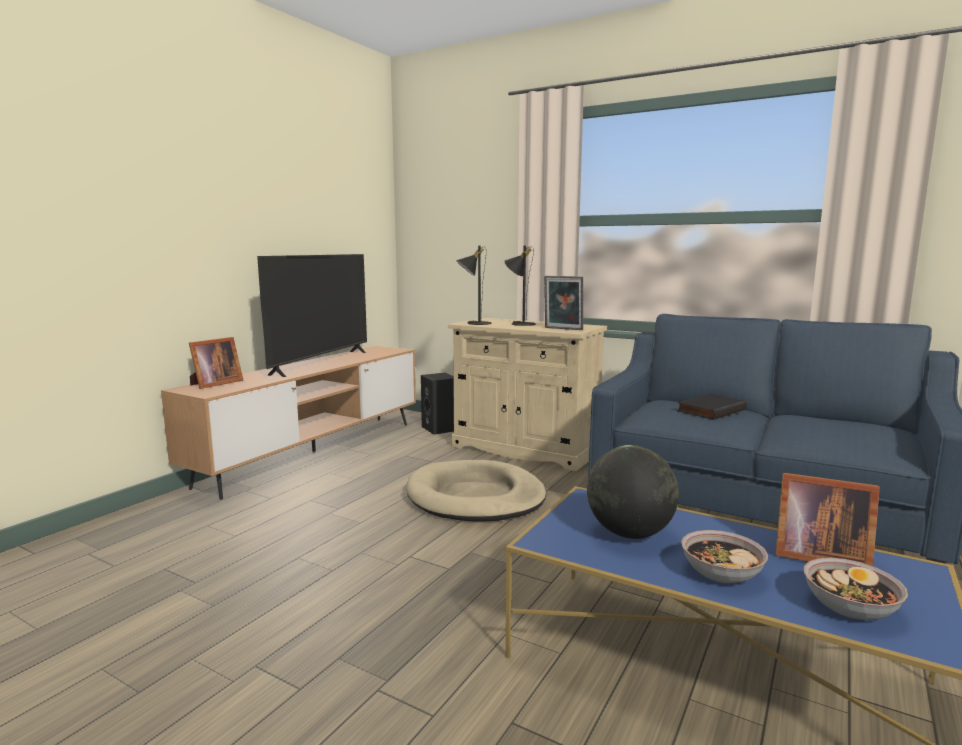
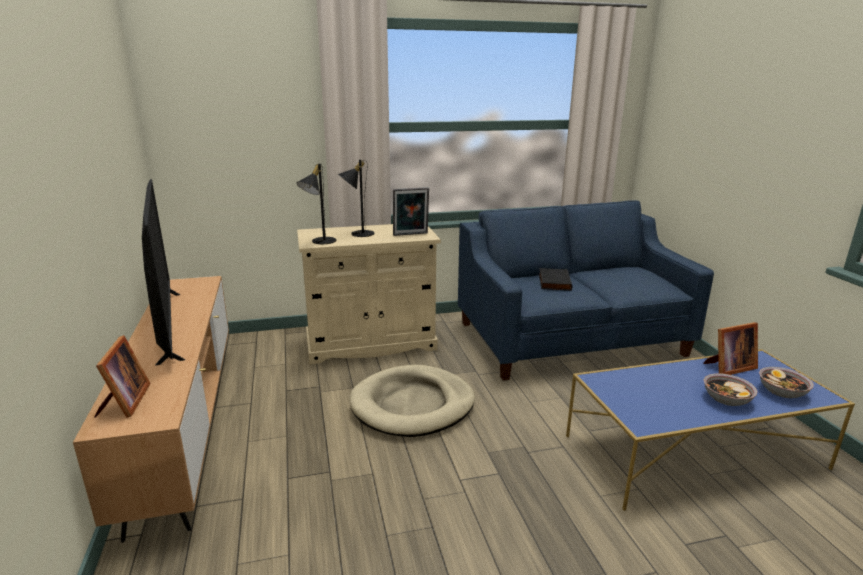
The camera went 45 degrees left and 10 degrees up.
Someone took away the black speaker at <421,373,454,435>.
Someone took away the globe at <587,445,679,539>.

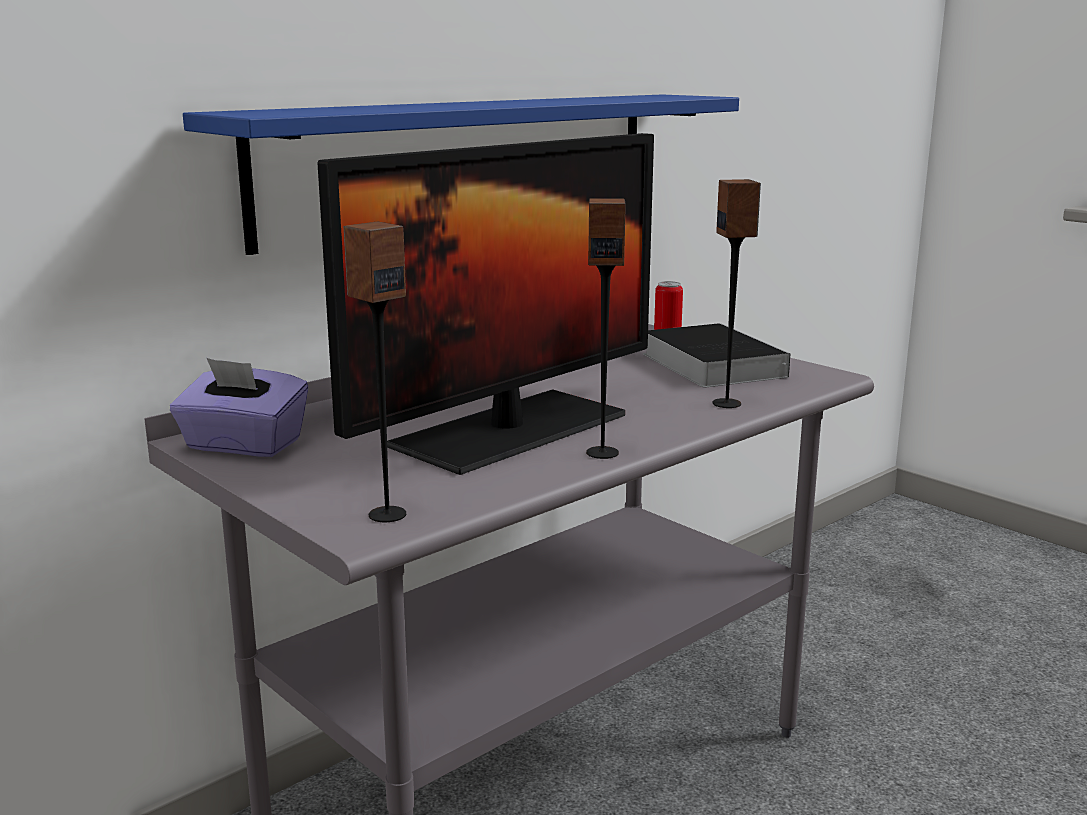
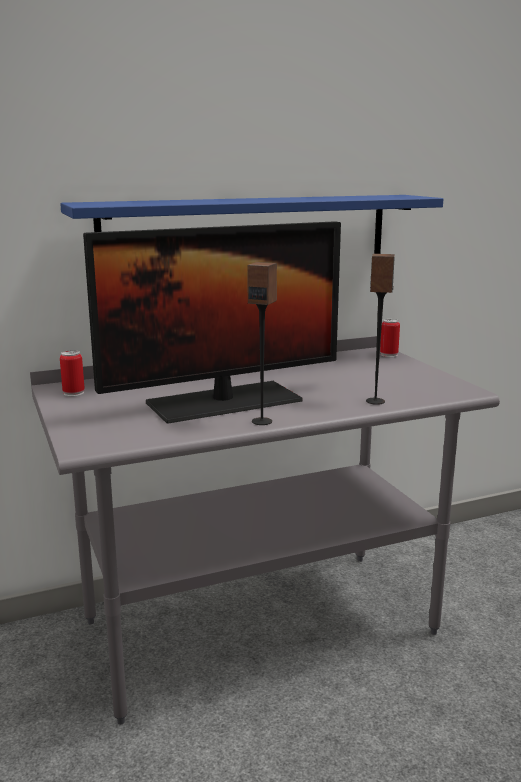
The camera went 20 degrees right and 0 degrees up.
Someone swapped the purple tissue box at <170,358,308,457> for the can at <60,350,85,397>.
Someone took away the speaker at <344,222,406,522>.
Someone took away the book at <643,323,790,388>.

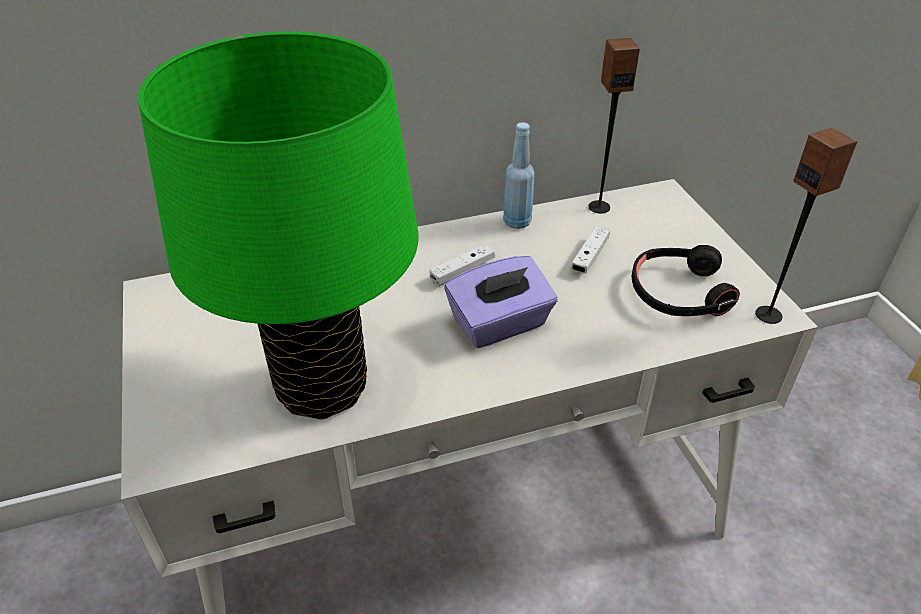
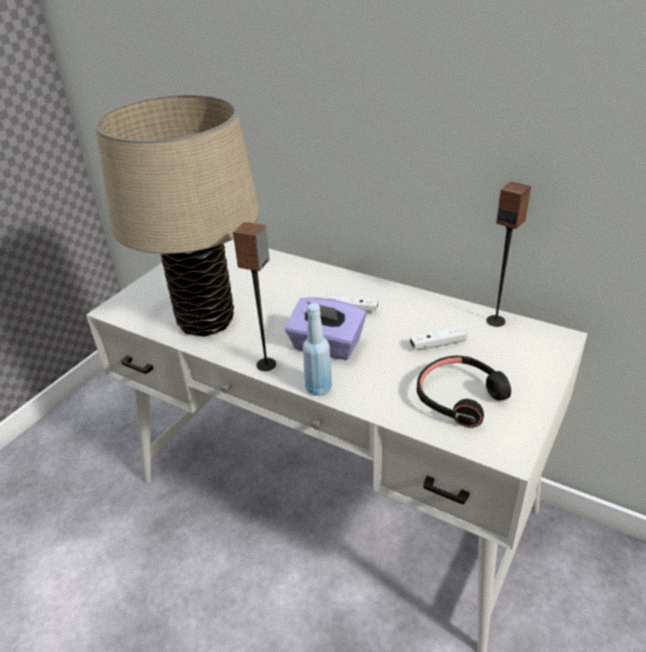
The camera went 50 degrees right and 5 degrees down.
Someone repainted the green table lamp at <138,31,418,419>, which became the beige table lamp at <95,94,259,337>.
Someone carried the blue bottle from <503,122,535,229> to <303,303,332,396>.
Someone carried the speaker from <755,128,858,324> to <233,222,276,371>.

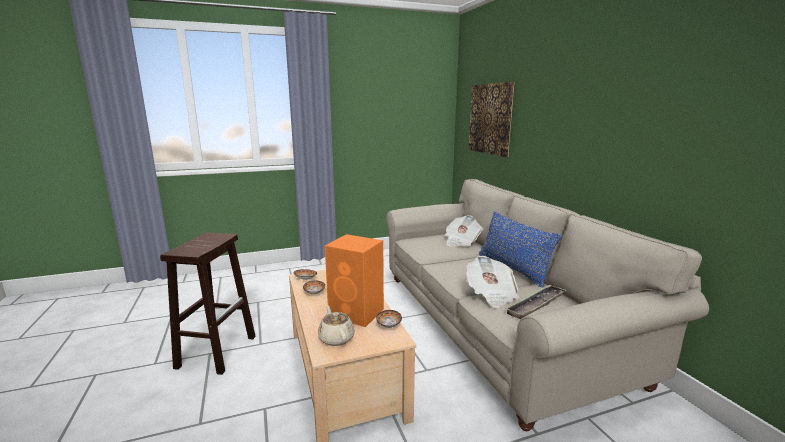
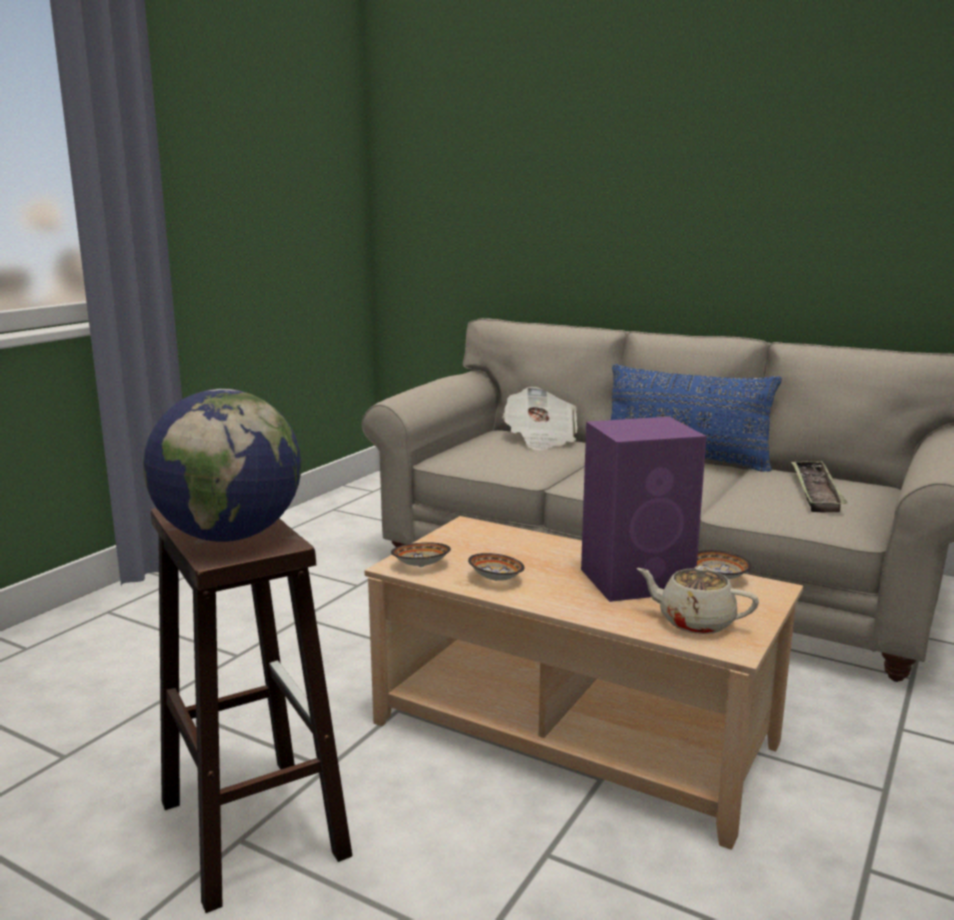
The camera went 40 degrees left and 0 degrees up.
Someone repainted the orange speaker at <325,234,384,327>, which became the purple speaker at <581,417,707,602>.
Someone took away the newspaper at <466,256,519,308>.
Someone took away the picture at <469,82,515,157>.
Someone put down the globe at <143,389,301,542>.

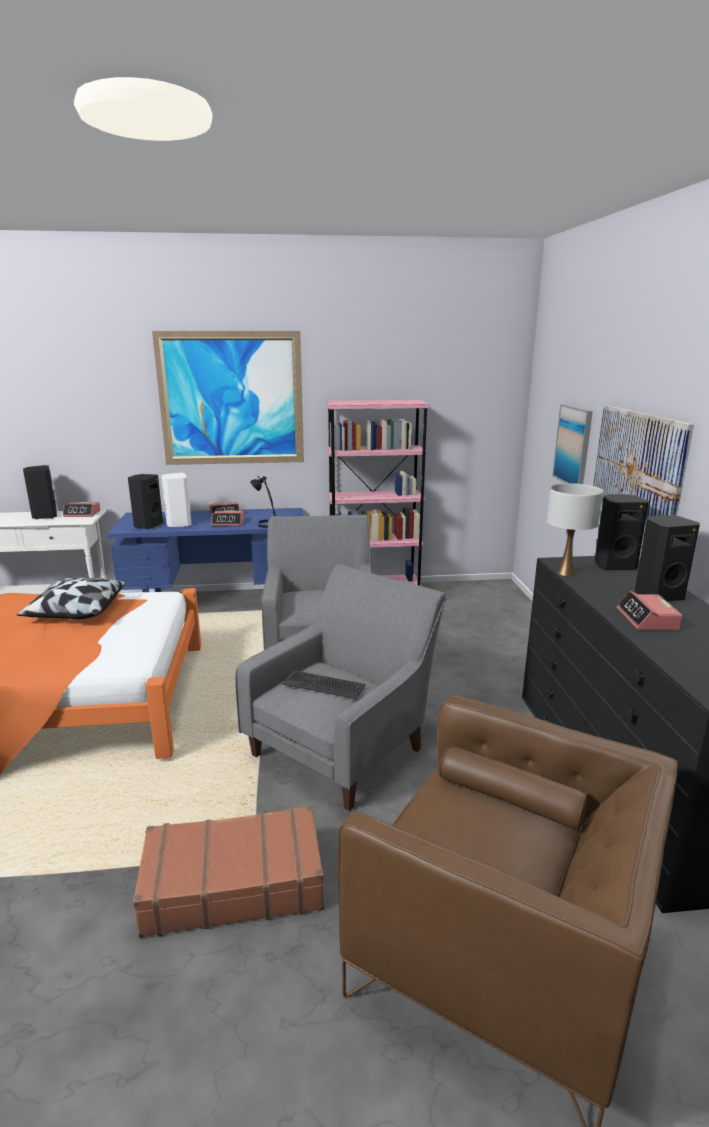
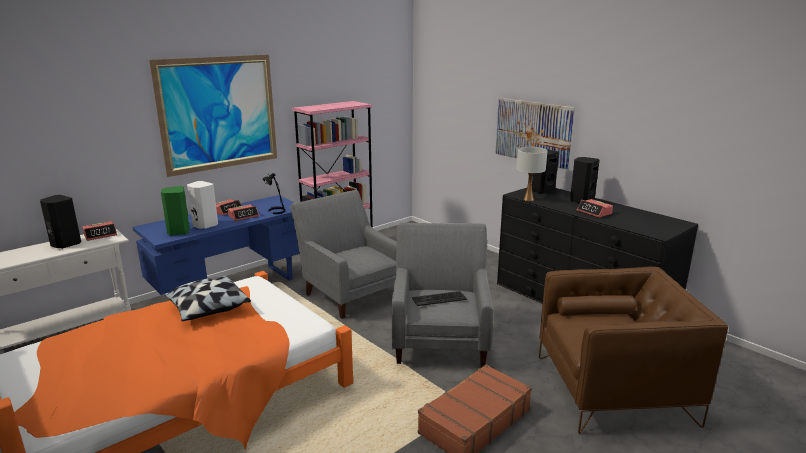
The camera went 35 degrees left and 0 degrees up.
Someone repainted the black speaker at <128,474,163,529>, which became the green speaker at <161,186,189,235>.
Someone took away the picture at <552,404,593,484>.

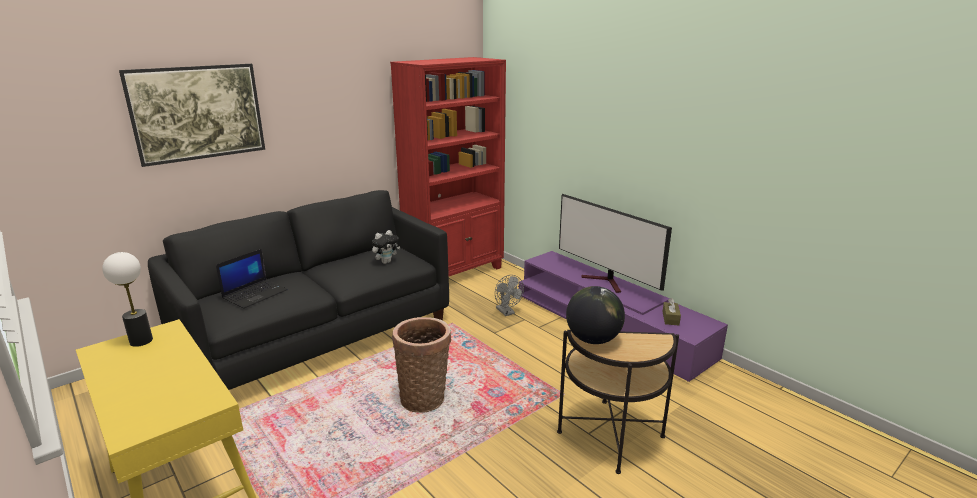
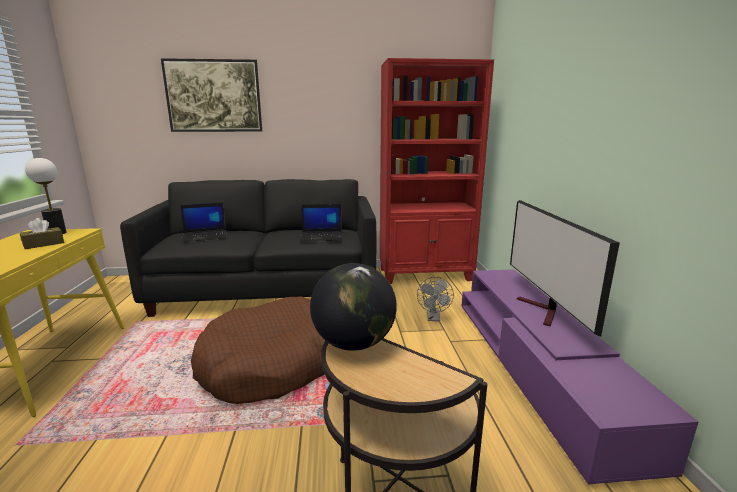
The camera went 35 degrees right and 5 degrees down.
Someone swapped the plush toy at <372,230,400,264> for the laptop at <300,204,342,242>.
Someone swapped the basket at <392,317,451,413> for the brown dog bed at <191,296,325,404>.
Someone carried the brown tissue box from <663,298,681,326> to <20,218,64,249>.

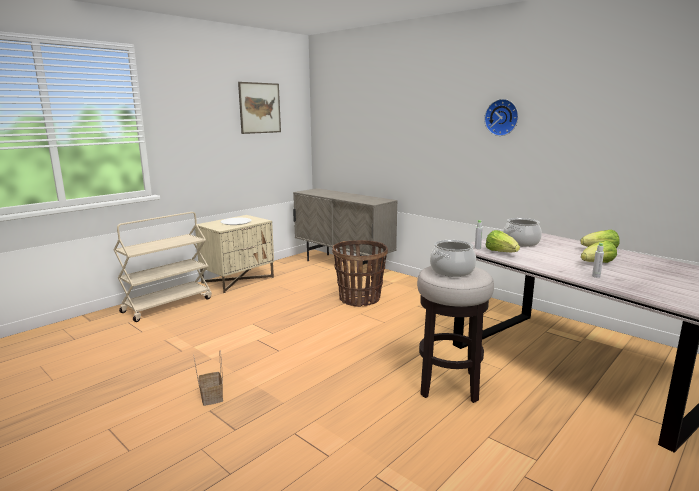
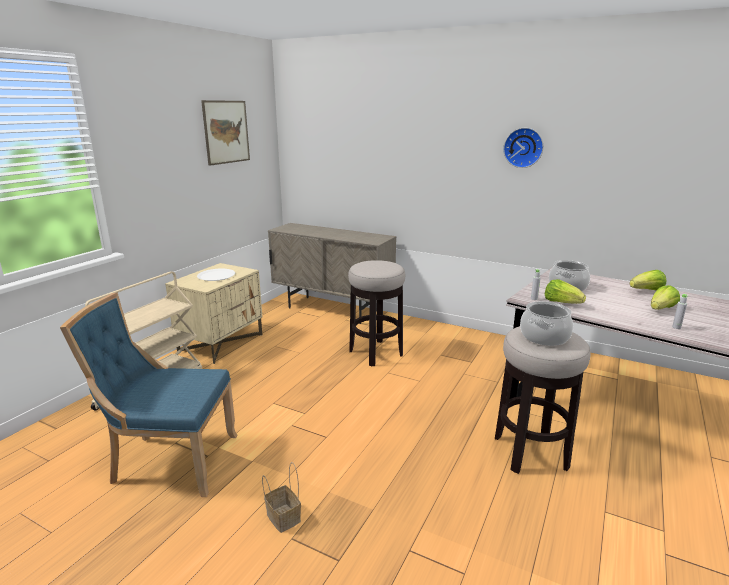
The camera went 15 degrees left and 5 degrees up.
Someone swapped the basket at <332,240,388,307> for the stool at <348,260,405,366>.
Someone put down the blue chair at <60,293,237,497>.

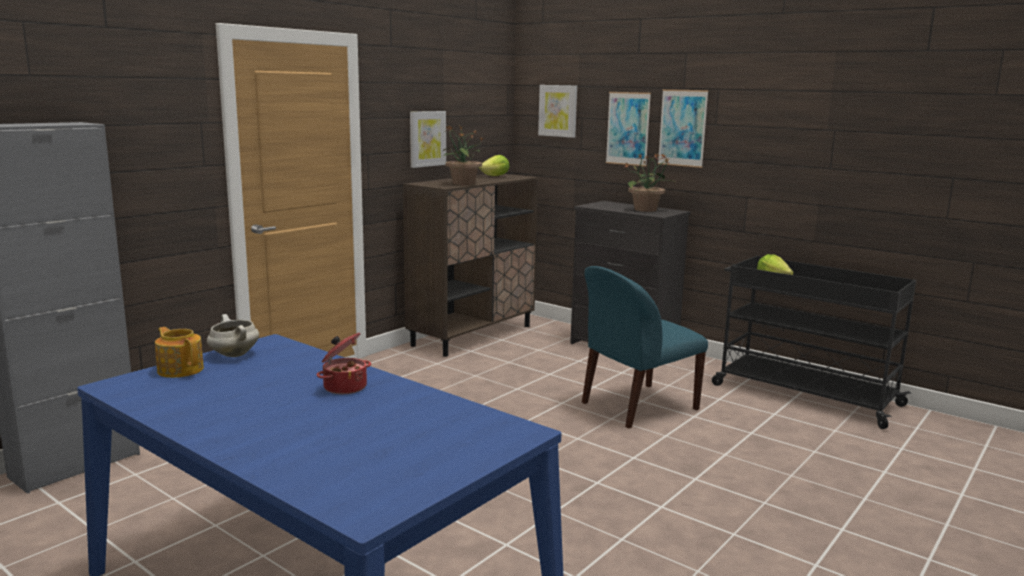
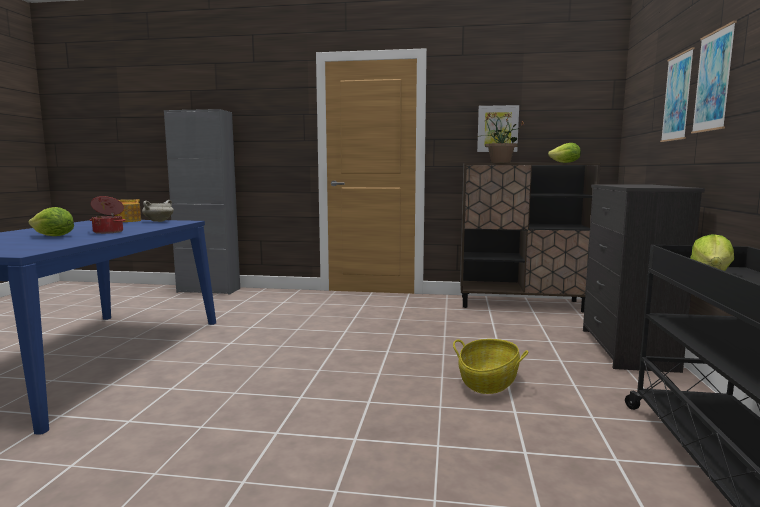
The camera went 60 degrees right and 5 degrees down.
Someone took away the picture at <538,85,577,138>.
Someone swapped the blue chair at <582,266,708,429> for the basket at <453,339,528,394>.
Someone took away the potted plant at <624,154,675,212>.
Someone put down the lettuce at <28,207,74,236>.

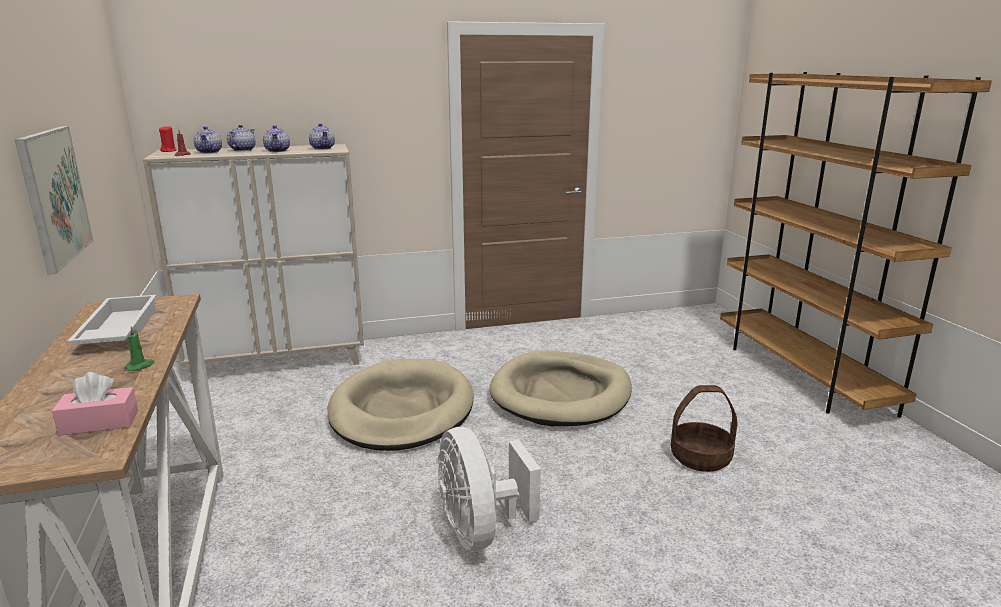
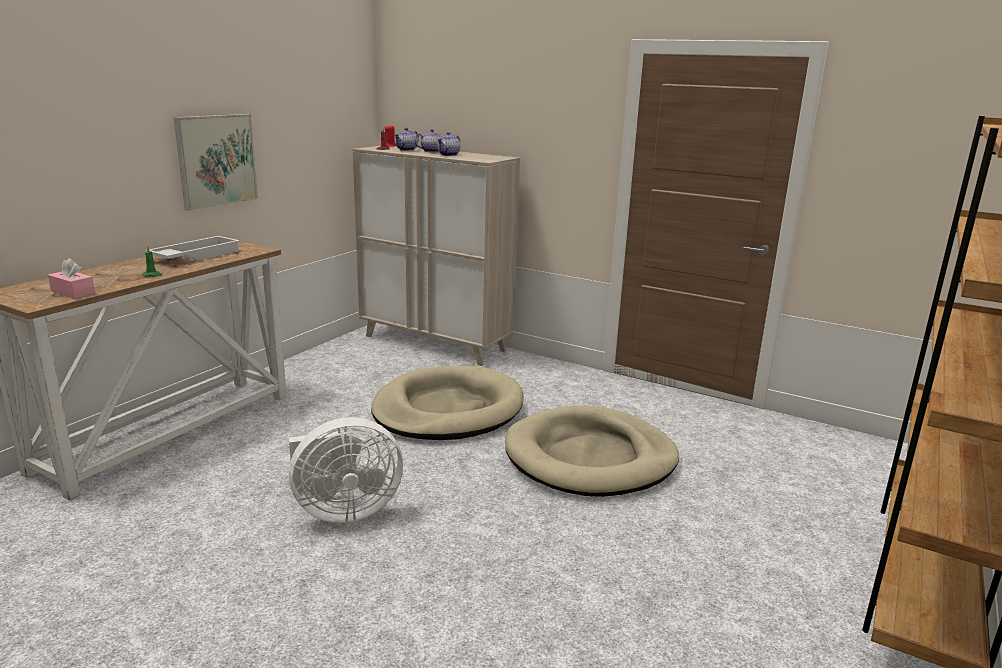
The camera went 45 degrees right and 0 degrees up.
Someone took away the teapot at <309,123,335,150>.
Someone rotated the white fan at <437,427,541,551> by 135 degrees counterclockwise.
Someone took away the basket at <670,385,738,472>.

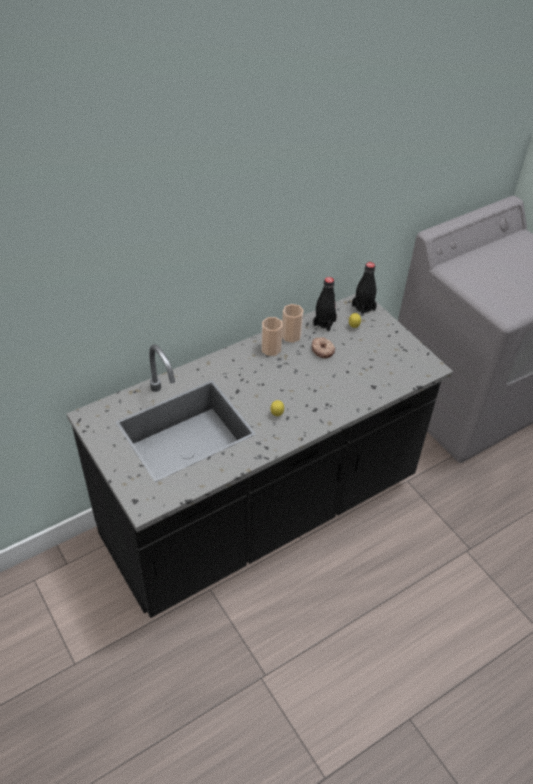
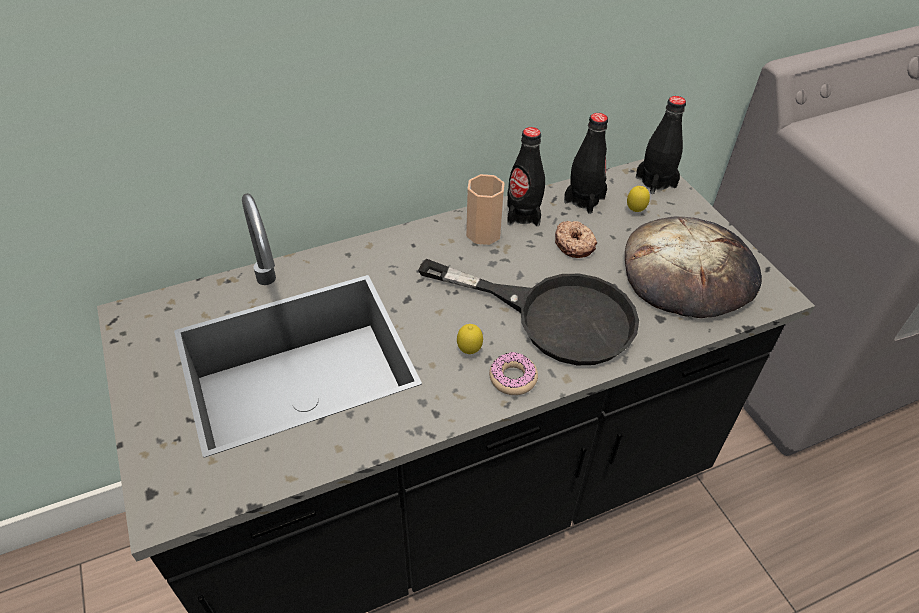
The camera went 10 degrees right and 0 degrees up.
Someone swapped the cup at <282,304,304,343> for the black bottle at <507,127,545,226>.
Someone put down the black frying pan at <418,259,639,365>.
Someone put down the donut at <489,352,538,395>.
Someone put down the bread at <625,216,762,318>.

